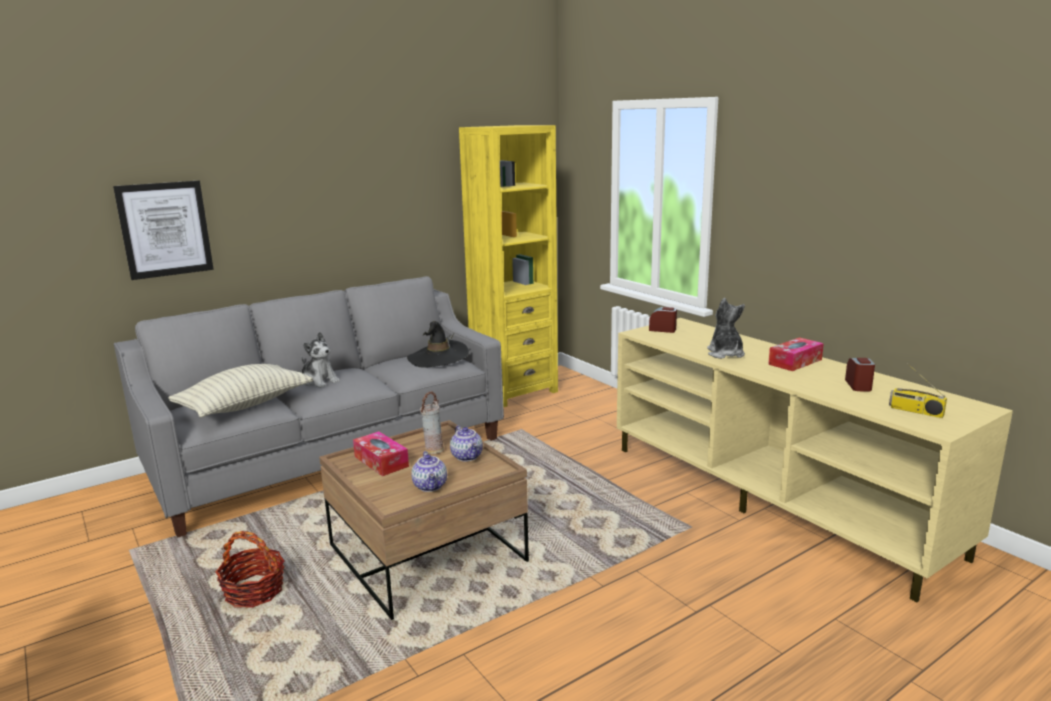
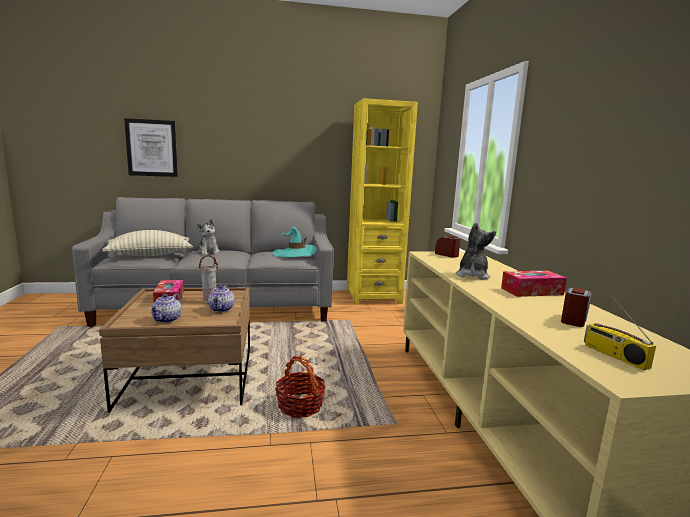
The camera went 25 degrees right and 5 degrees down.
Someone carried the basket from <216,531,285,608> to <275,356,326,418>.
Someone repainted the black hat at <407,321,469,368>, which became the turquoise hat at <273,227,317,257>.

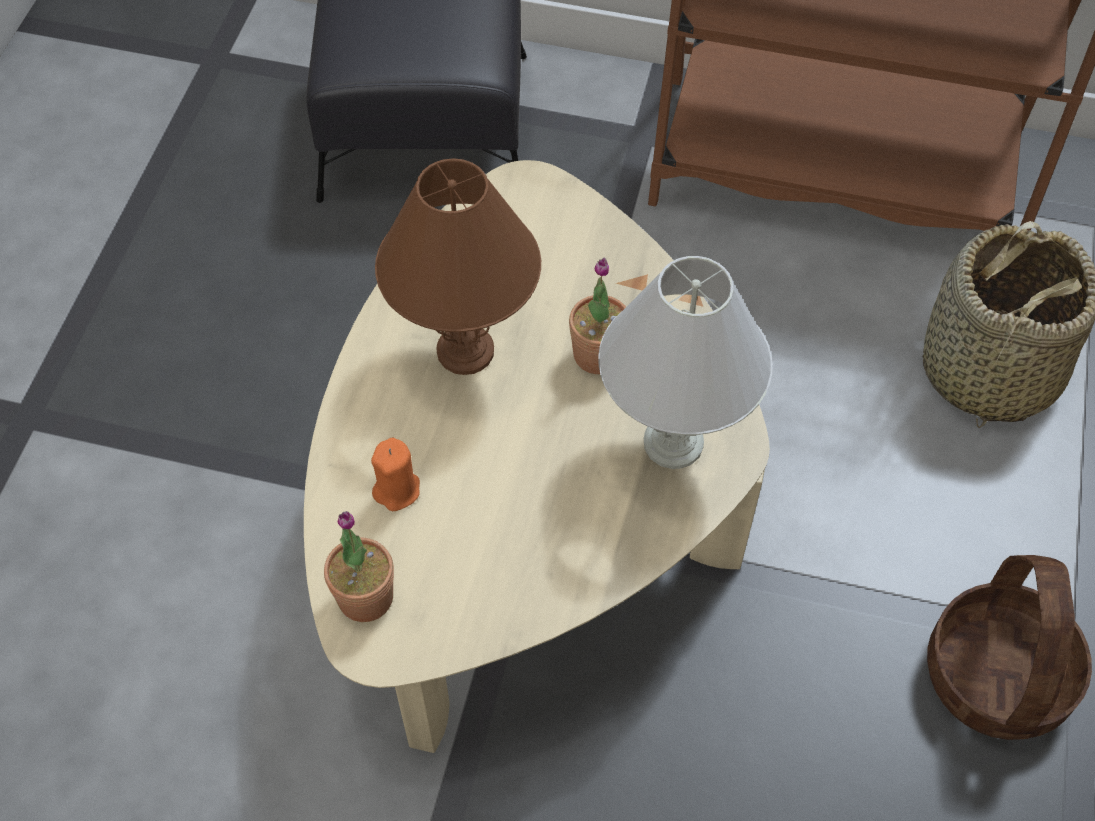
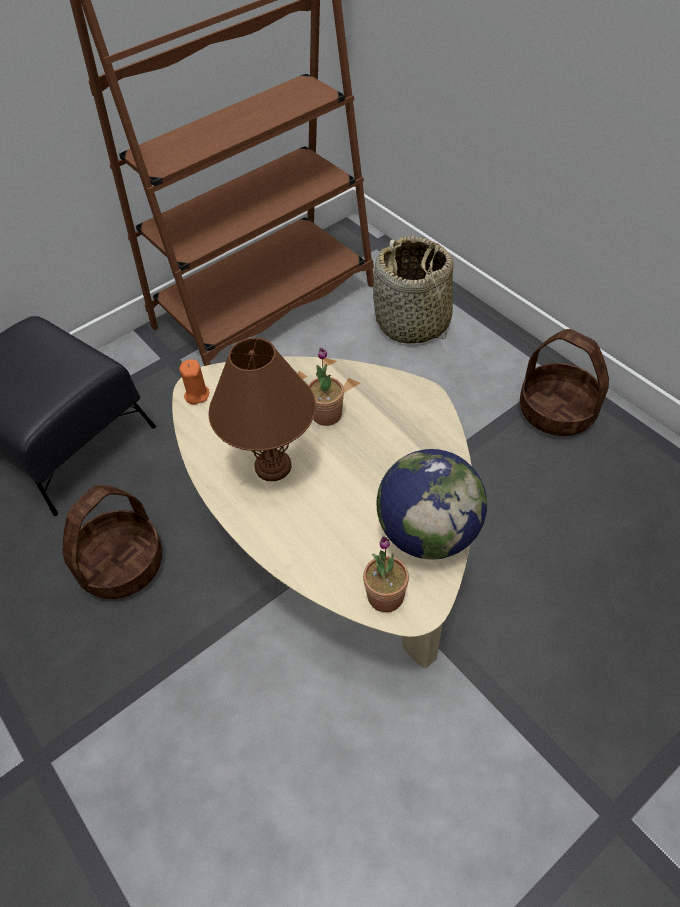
The camera went 50 degrees left and 5 degrees down.
Someone carried the orange candle from <371,438,420,511> to <179,359,209,404>.
Someone took away the white table lamp at <598,256,773,469>.
Someone put down the basket at <63,485,162,599>.
Someone put down the globe at <376,449,487,560>.

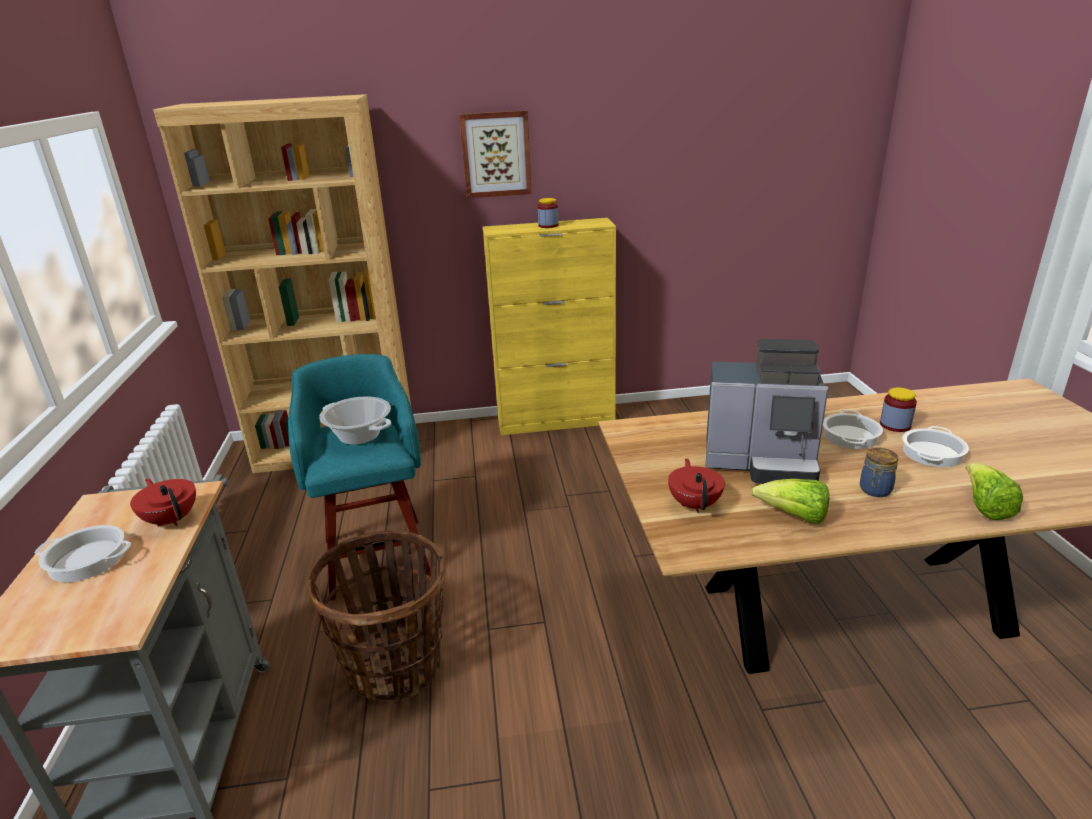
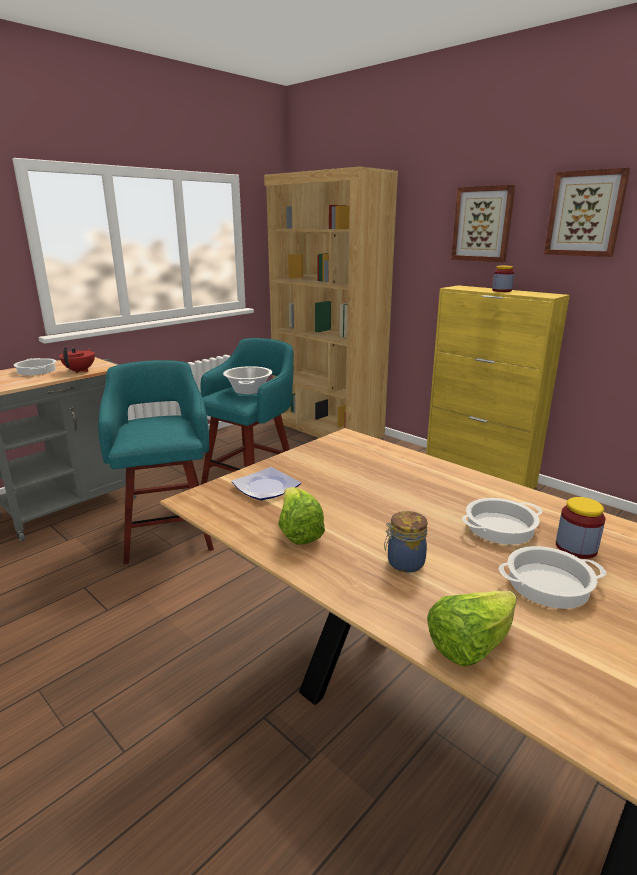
The camera went 50 degrees right and 5 degrees down.
Someone swapped the basket at <308,530,445,701> for the turquoise stool at <98,360,214,564>.
Someone swapped the red teapot at <668,458,725,512> for the plate at <232,467,301,500>.
Someone took away the coffee machine at <706,339,829,484>.
Someone put up the picture at <544,168,630,257>.

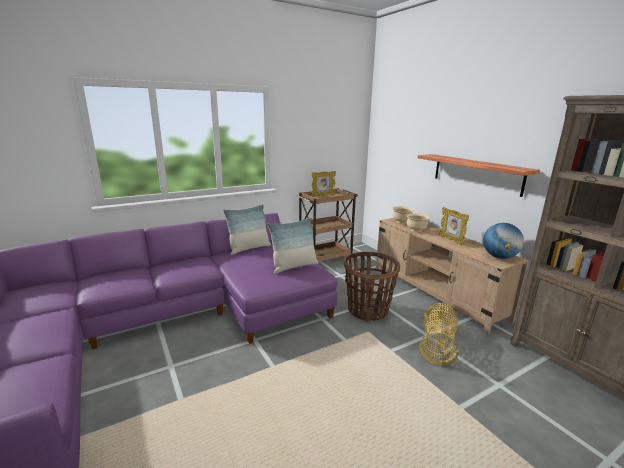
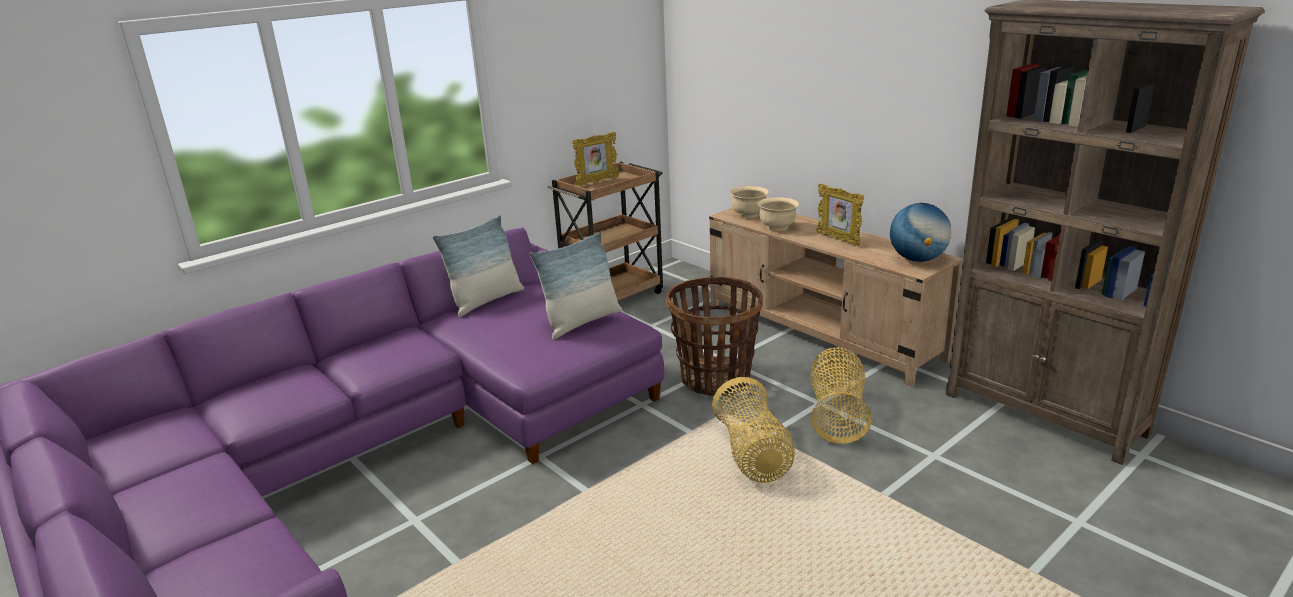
The camera went 10 degrees left and 5 degrees up.
Someone took away the shelf at <418,154,540,197>.
Someone put down the basket at <712,377,795,483>.

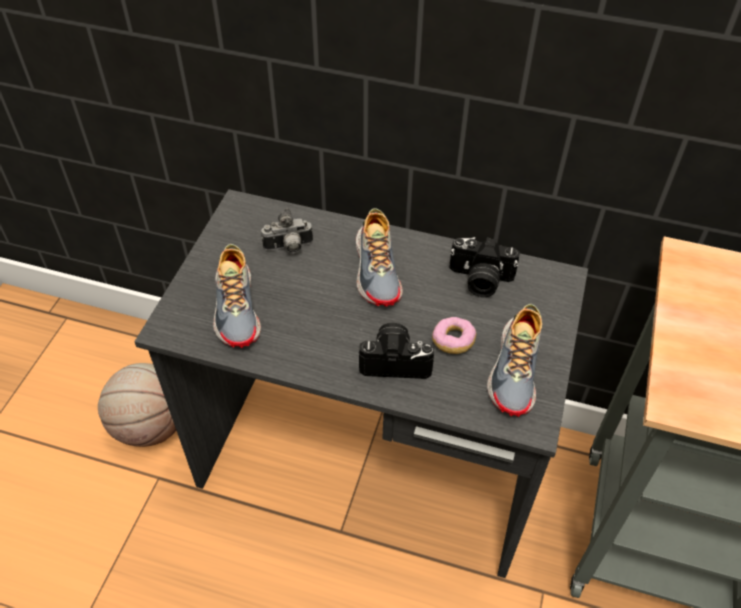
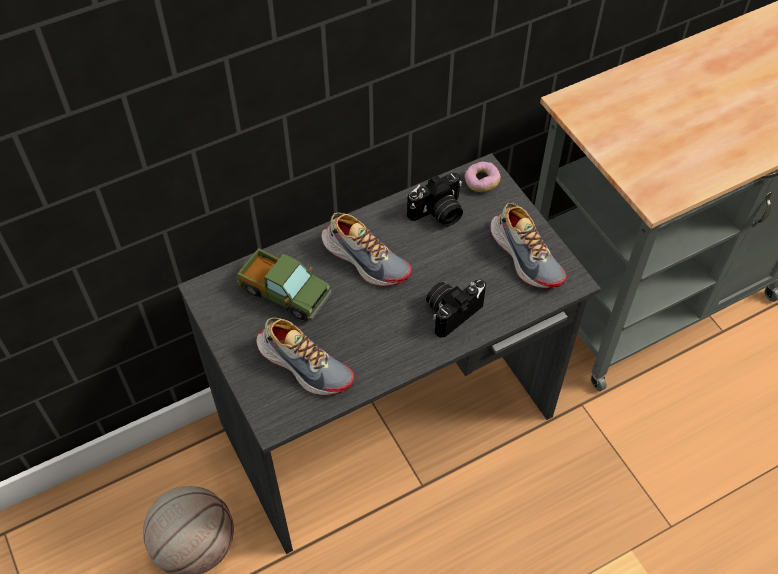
The camera went 45 degrees left and 5 degrees up.
Someone swapped the photo camera at <261,208,313,253> for the toy truck at <237,248,332,321>.
Someone carried the donut from <432,317,476,354> to <465,161,501,192>.

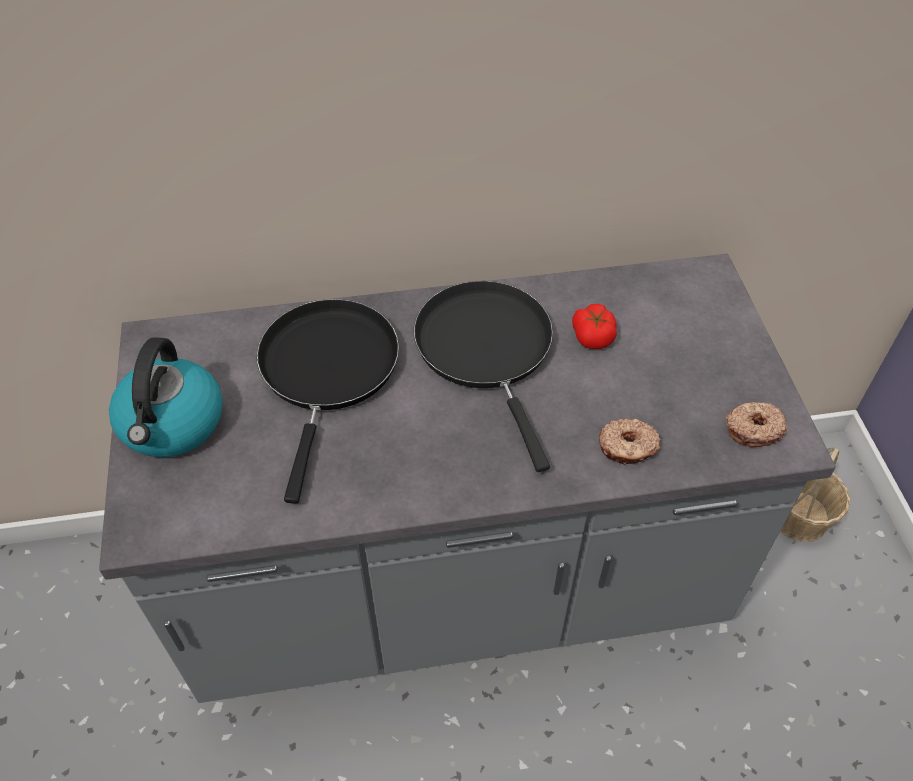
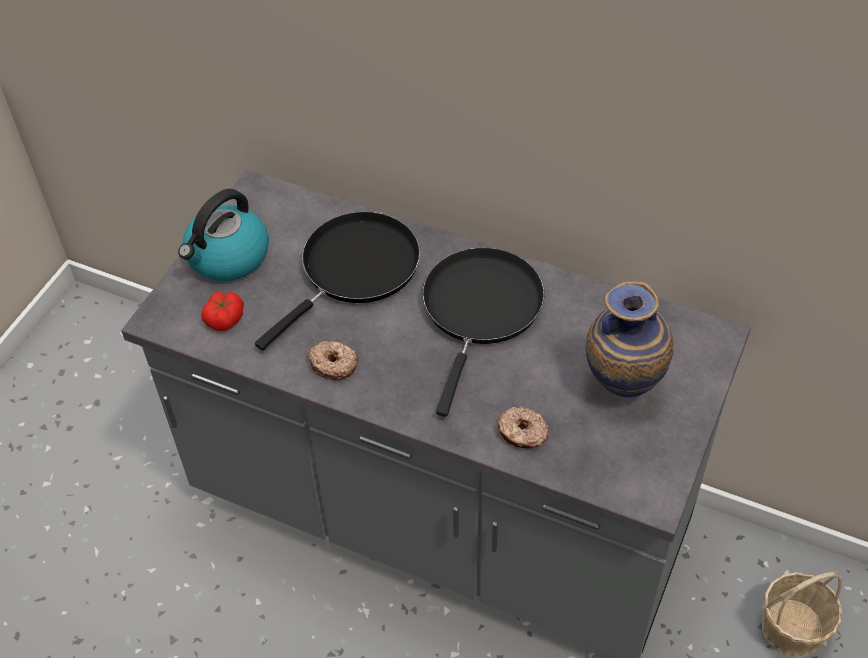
The camera went 35 degrees right and 0 degrees up.
Someone carried the tomato from <572,304,617,349> to <201,291,244,331>.
Someone carried the donut from <726,402,787,447> to <309,341,358,380>.
Someone put down the vase at <586,282,674,398>.

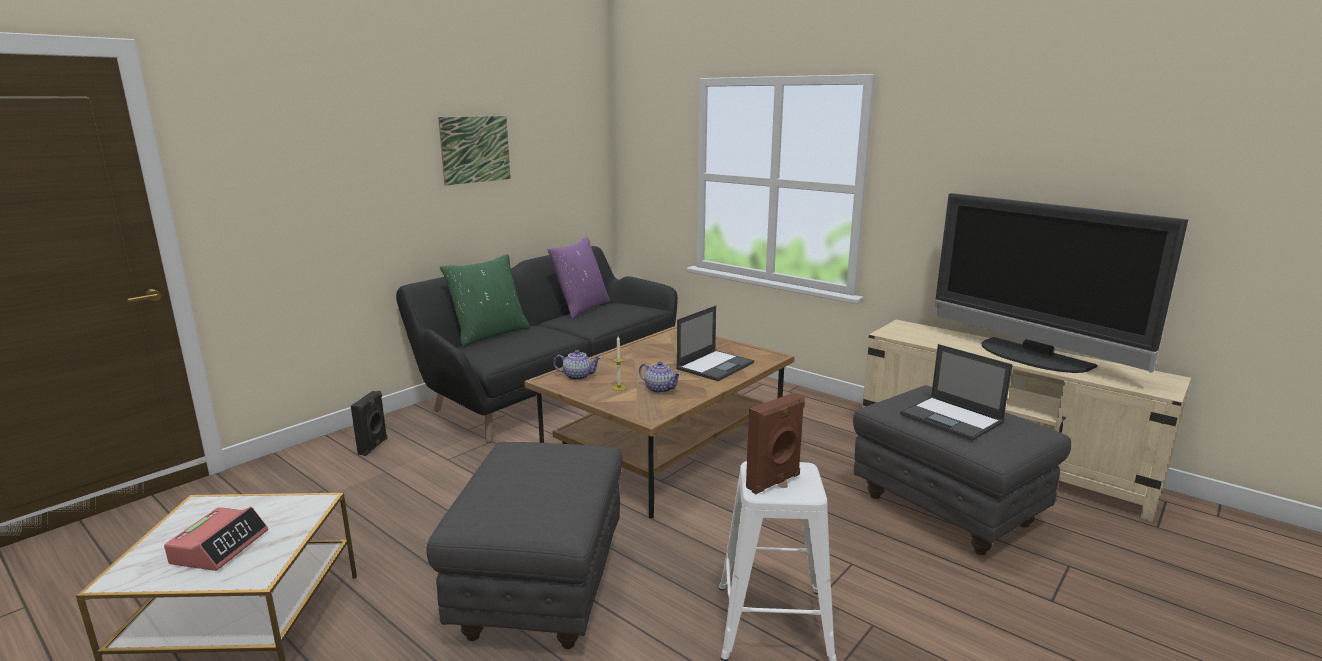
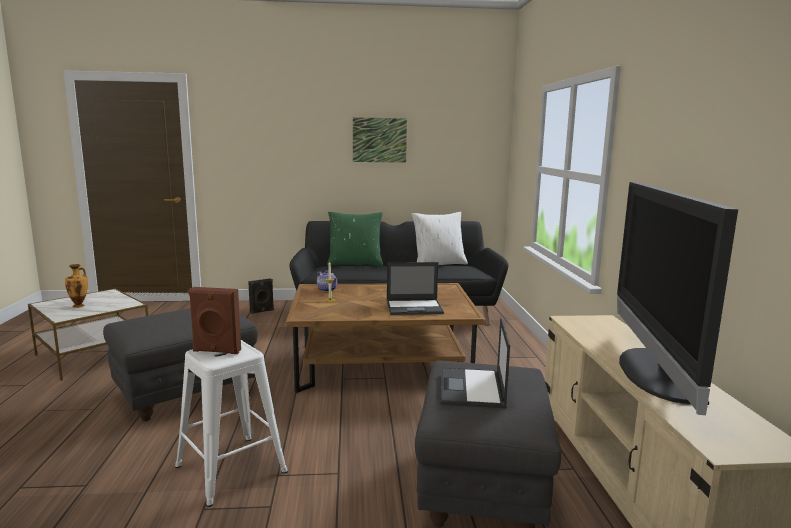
The camera went 45 degrees right and 5 degrees down.
Someone swapped the alarm clock at <164,507,268,571> for the vase at <65,264,88,308>.
Someone repainted the purple pillow at <548,237,610,320>, which became the white pillow at <411,212,468,265>.
Someone took away the teapot at <639,361,681,394>.

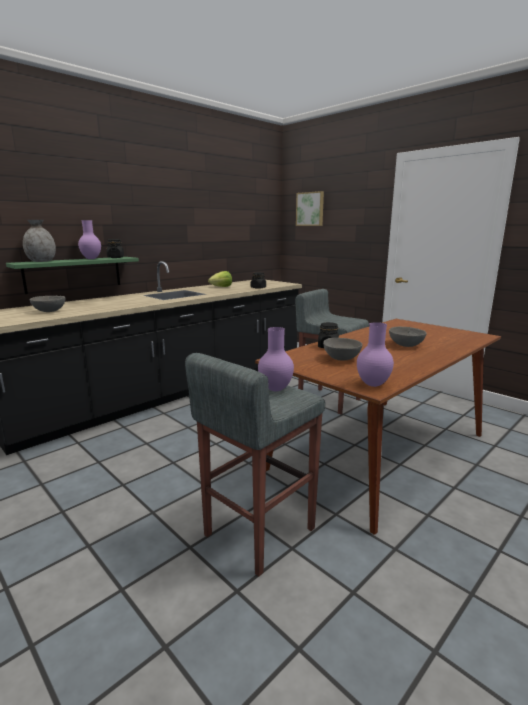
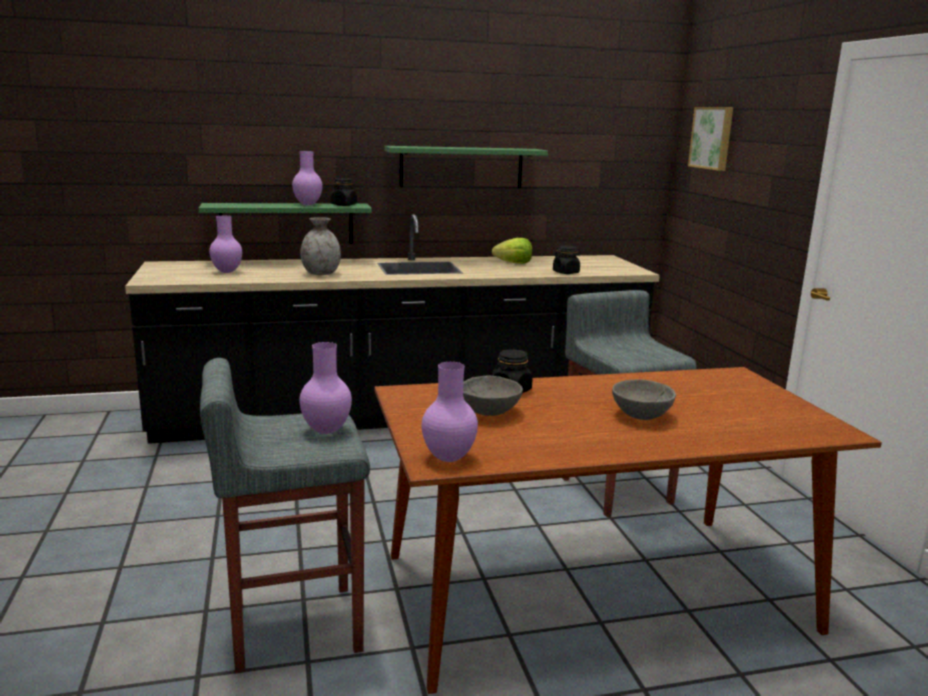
The camera went 30 degrees right and 0 degrees up.
Someone carried the grey vase from <23,220,56,262> to <300,217,341,275>.
Someone swapped the grey bowl at <30,296,65,312> for the purple vase at <209,216,242,273>.
Someone put up the green shelf at <384,146,548,188>.

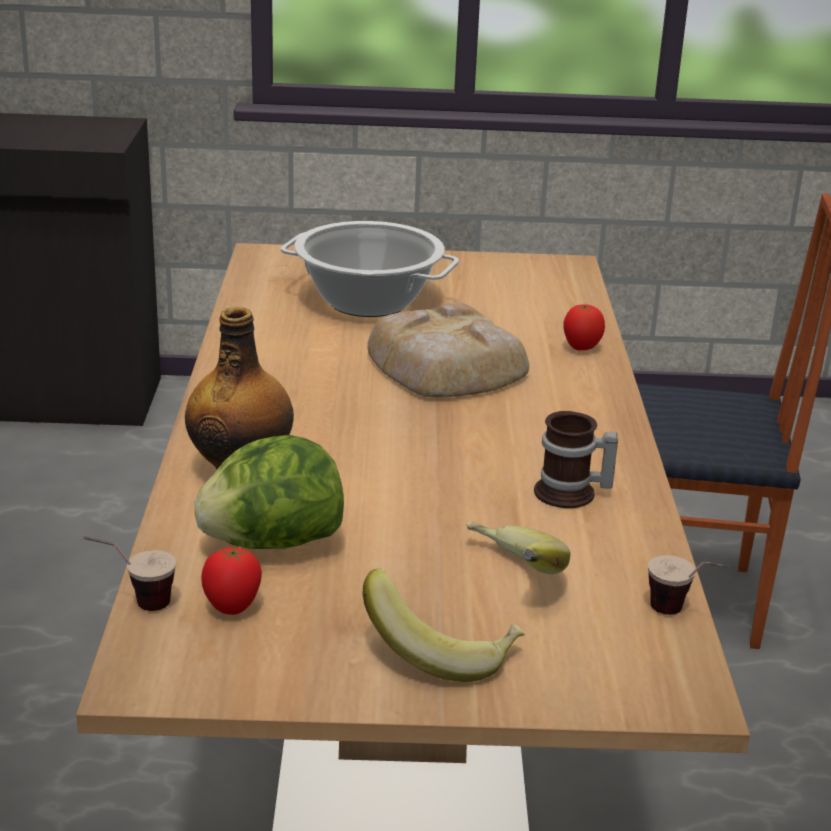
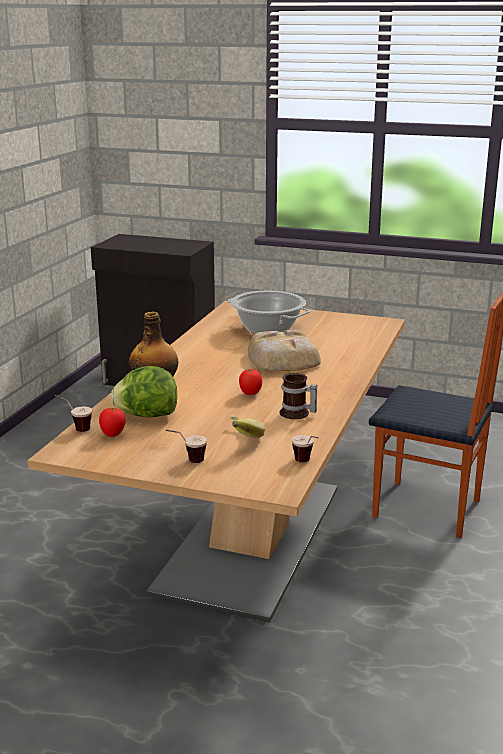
The camera went 20 degrees right and 5 degrees down.
Someone swapped the banana at <362,569,525,682> for the cup at <166,430,207,463>.
Someone carried the tomato from <564,304,605,350> to <239,369,262,395>.

